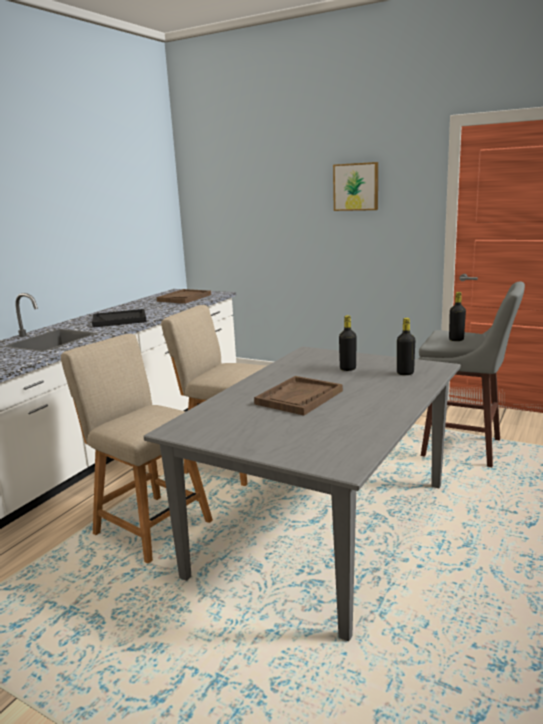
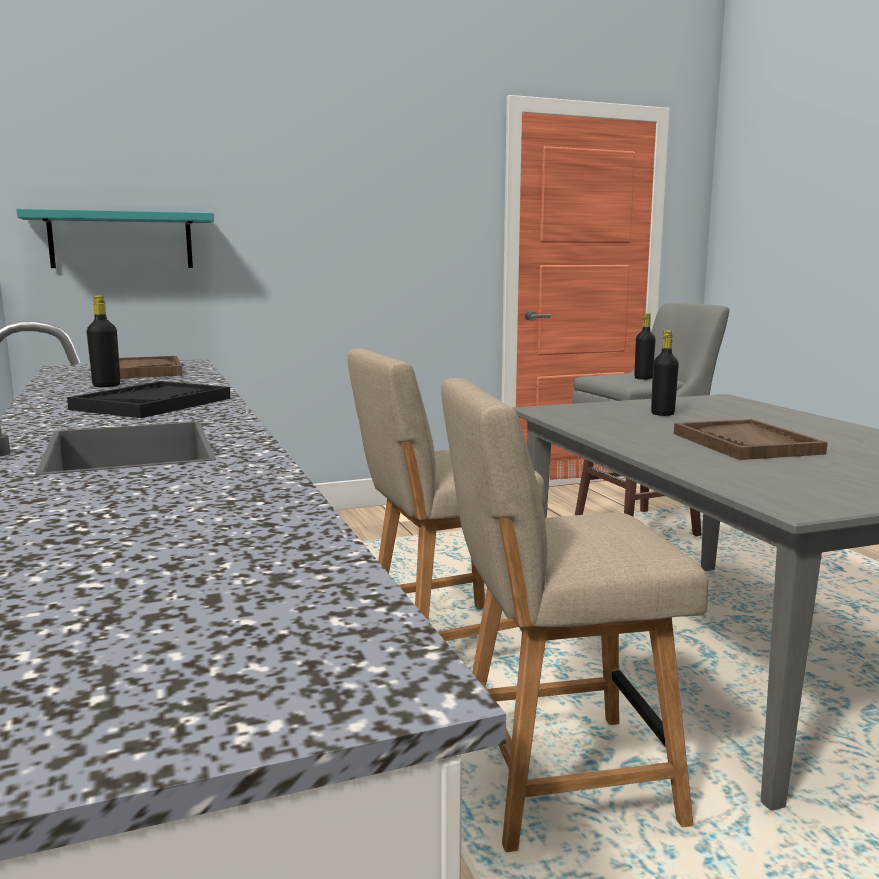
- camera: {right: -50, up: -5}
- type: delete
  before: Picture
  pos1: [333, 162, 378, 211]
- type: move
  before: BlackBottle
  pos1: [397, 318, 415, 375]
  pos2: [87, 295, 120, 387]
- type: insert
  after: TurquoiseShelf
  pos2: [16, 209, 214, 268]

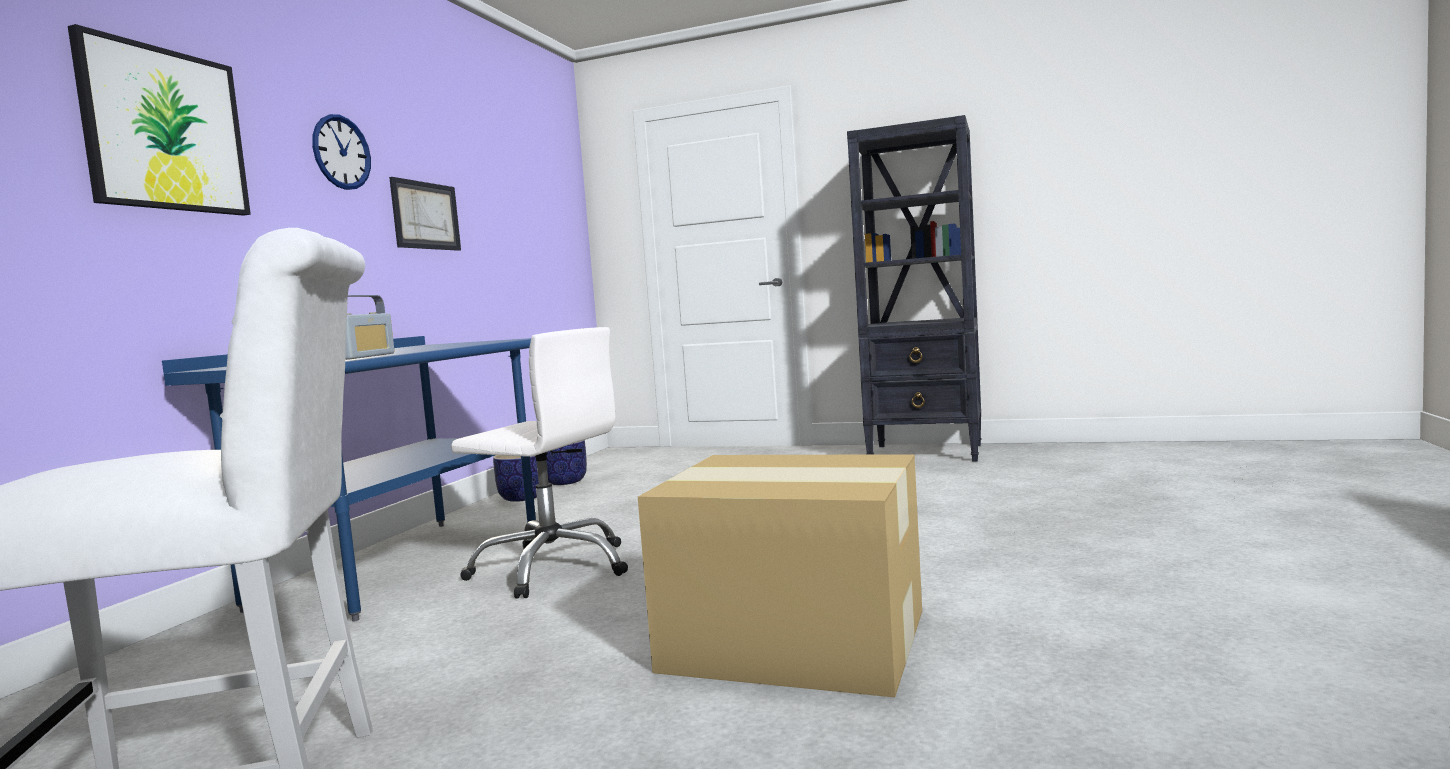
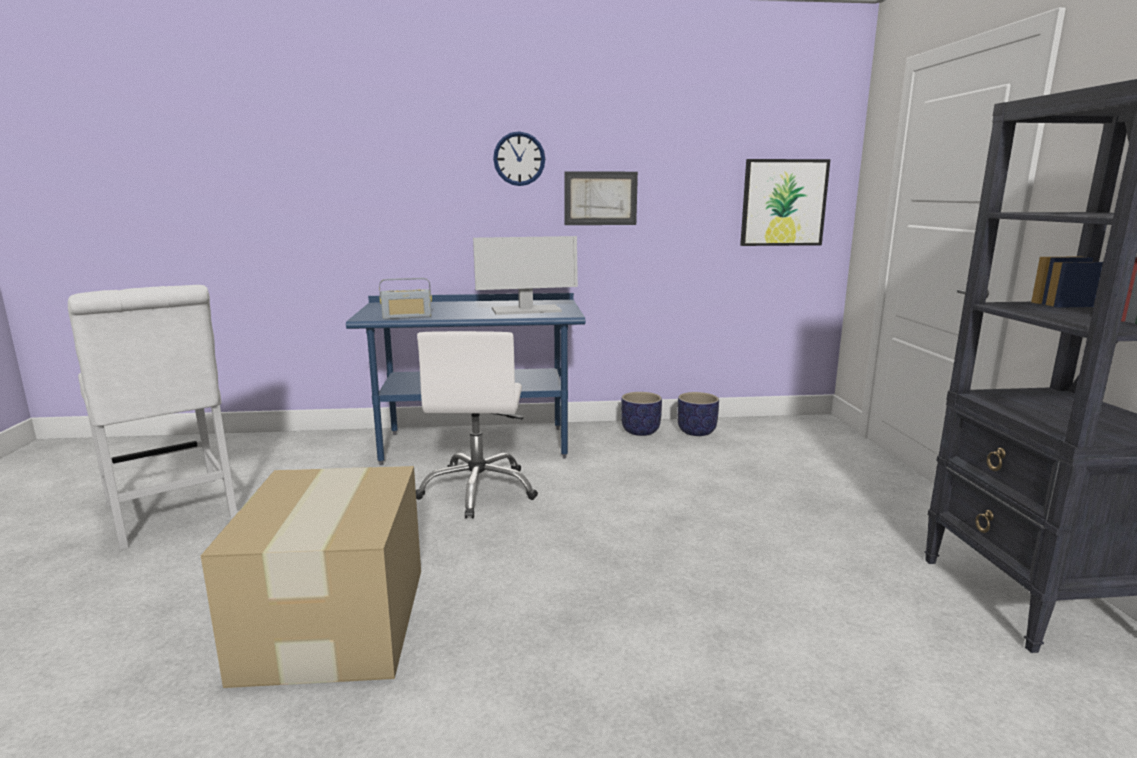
- camera: {right: 65, up: 10}
- type: move
  before: Picture
  pos1: [68, 24, 251, 216]
  pos2: [740, 159, 831, 246]
- type: insert
  after: Monitor
  pos2: [473, 236, 578, 315]

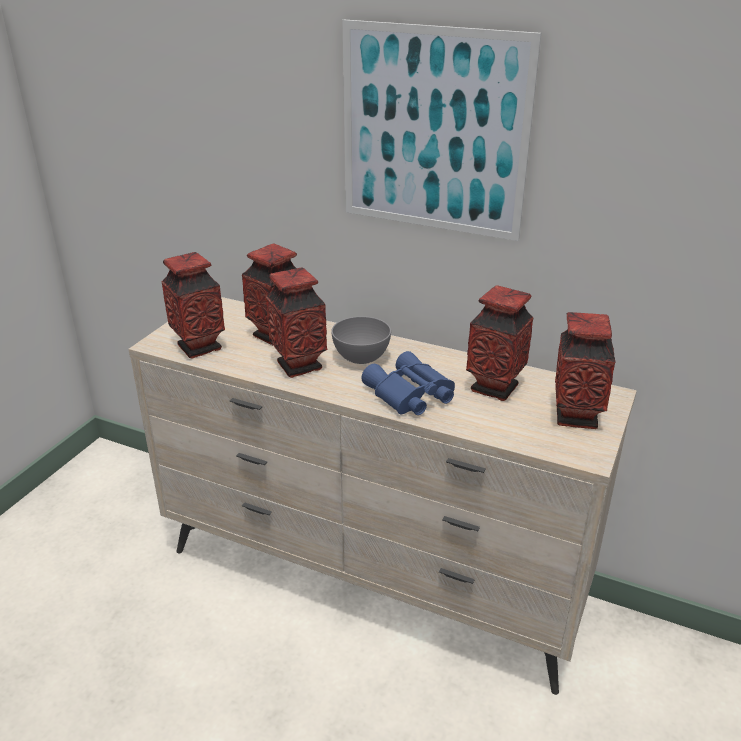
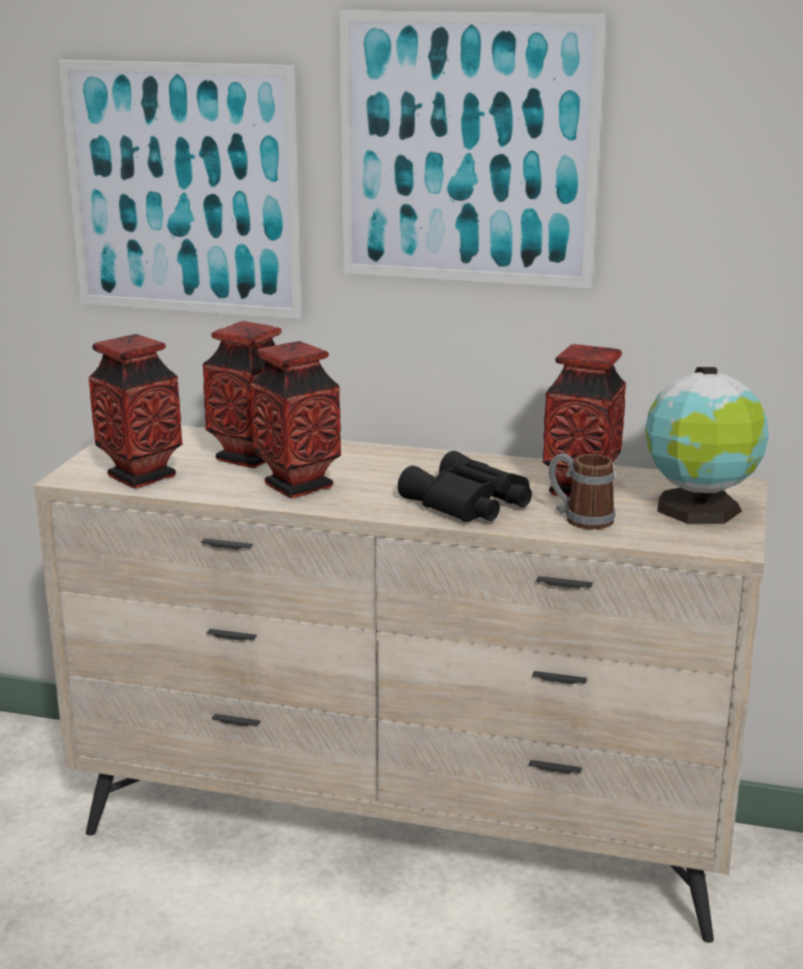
- camera: {right: -10, up: -10}
- type: delete
  before: GreyBowl
  pos1: [331, 316, 391, 364]
- type: recolor
  before: BlueBinoculars
  after: BlackBinoculars
  pos1: [361, 351, 455, 415]
  pos2: [398, 451, 532, 522]
- type: replace
  before: Vase
  after: Globe
  pos1: [555, 312, 616, 429]
  pos2: [645, 367, 769, 523]
- type: insert
  after: Picture
  pos2: [59, 60, 303, 319]
- type: insert
  after: Mug
  pos2: [549, 453, 615, 530]

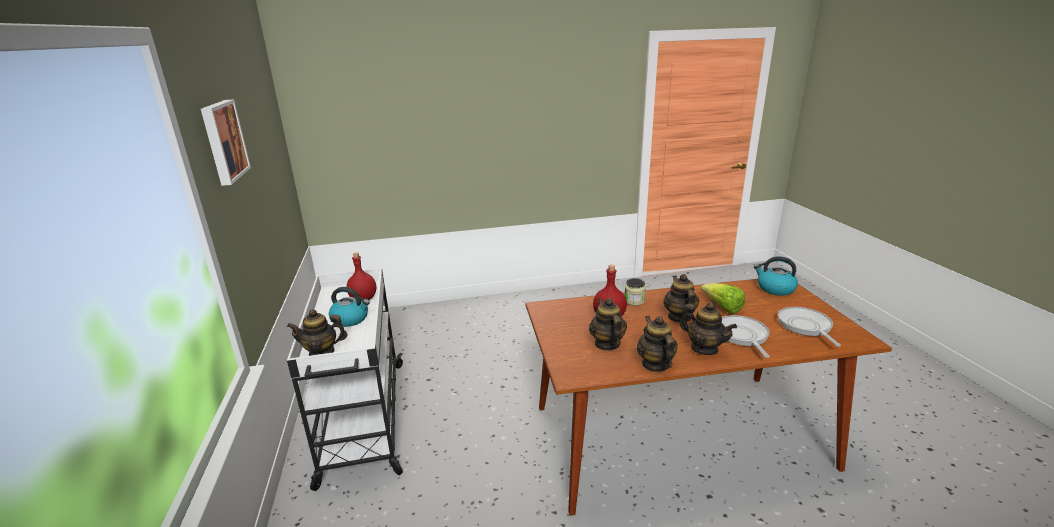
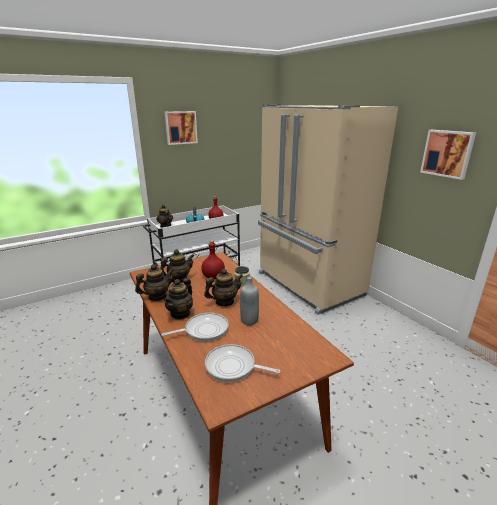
- camera: {right: 70, up: 0}
- type: replace
  before: Lettuce
  after: GreyBottle
  pos1: [701, 283, 745, 314]
  pos2: [240, 277, 259, 326]
- type: delete
  before: Kettle
  pos1: [754, 256, 798, 296]
- type: rotate
  before: FryingPan
  pos1: [778, 307, 841, 347]
  pos2: [205, 344, 280, 382]
  turn: -135
- type: insert
  after: BeigeFridge
  pos2: [258, 104, 398, 315]
- type: insert
  after: Picture
  pos2: [420, 130, 476, 180]

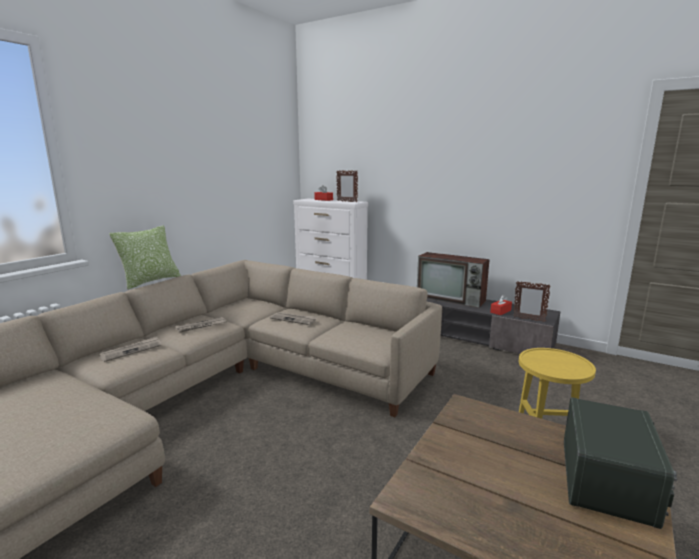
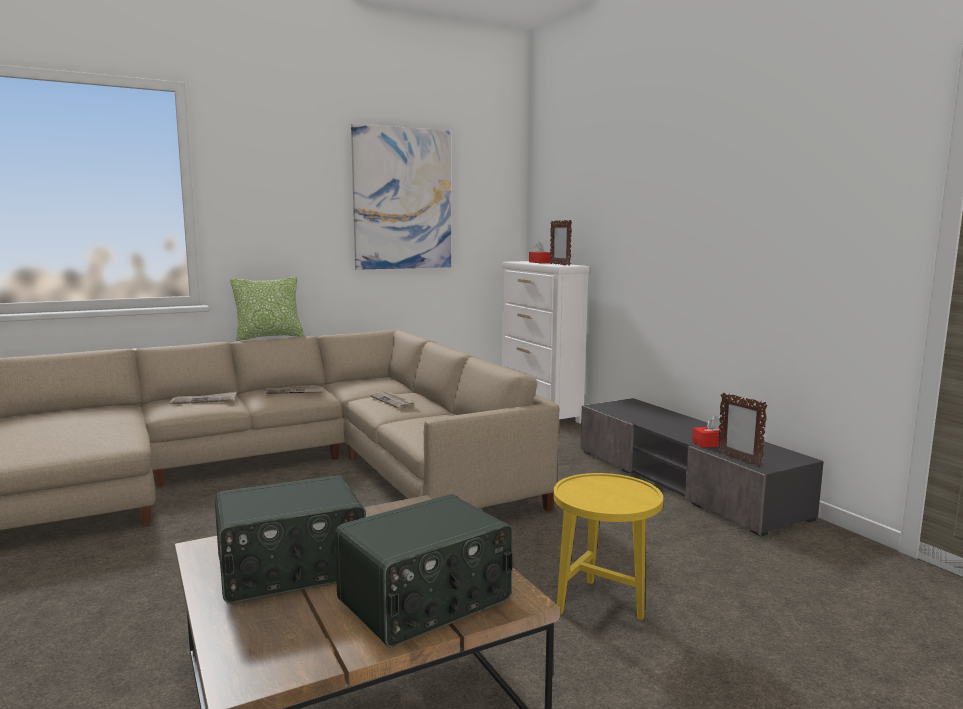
- camera: {right: 30, up: -5}
- type: delete
  before: Television
  pos1: [417, 252, 490, 308]
- type: insert
  after: Radio
  pos2: [215, 475, 366, 603]
- type: insert
  after: Picture
  pos2: [351, 123, 451, 270]

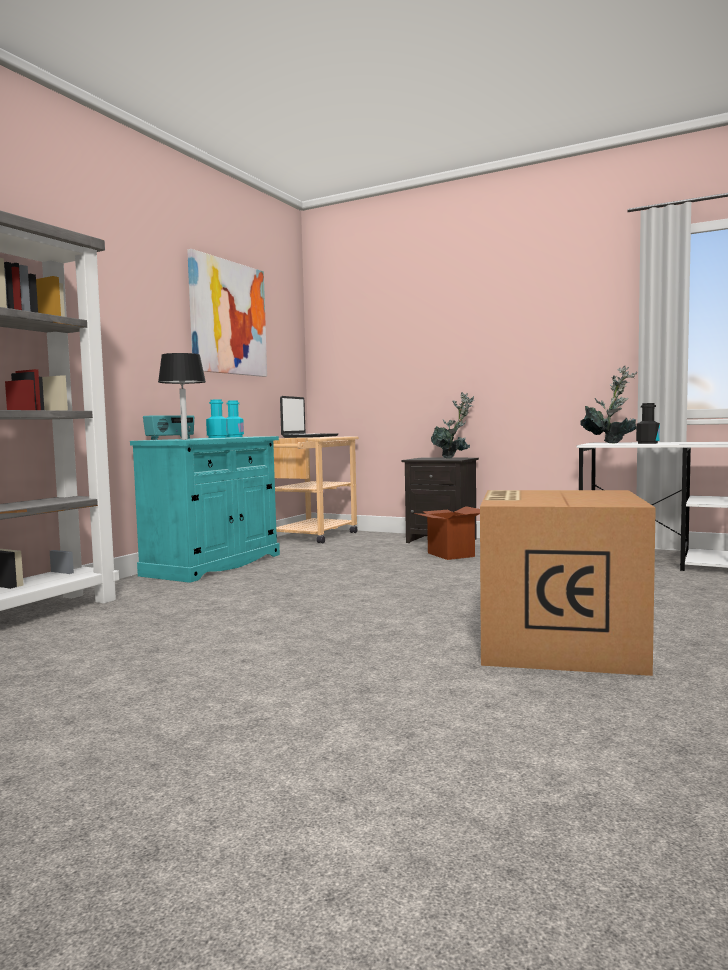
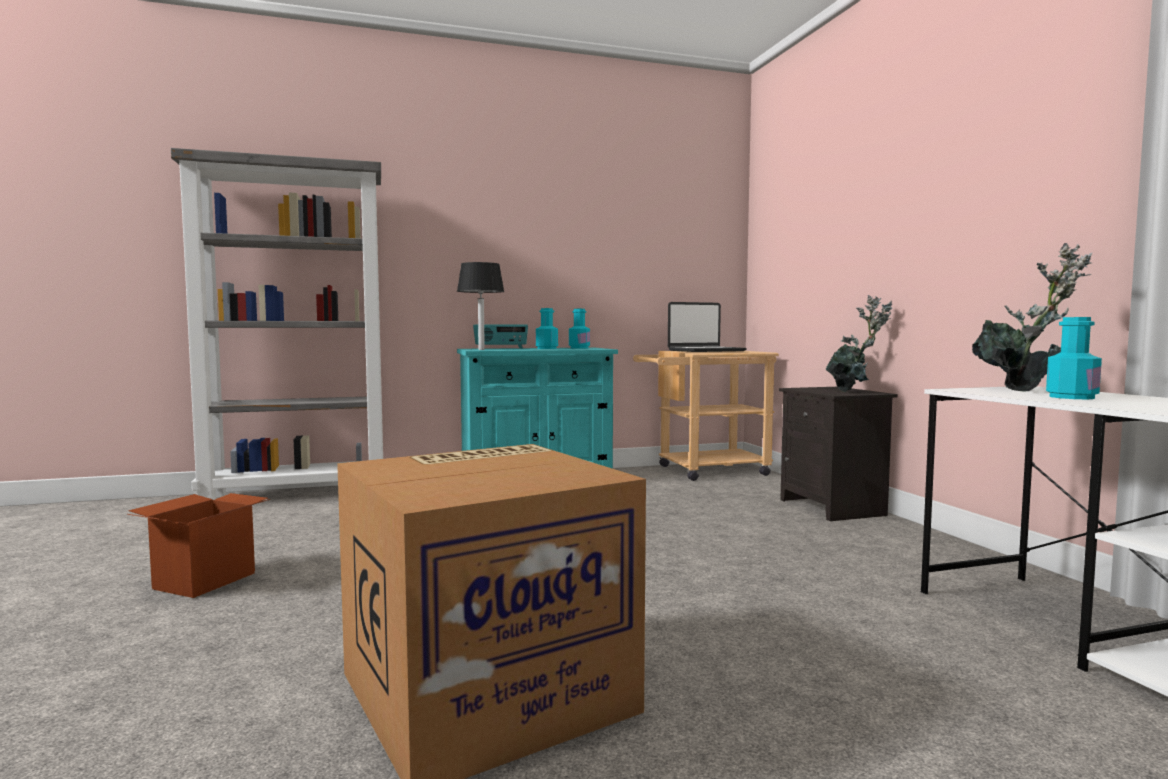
- camera: {right: 45, up: 0}
- type: delete
  before: Picture
  pos1: [187, 249, 267, 377]
- type: move
  before: CardboardBox
  pos1: [414, 506, 480, 560]
  pos2: [127, 493, 271, 598]
- type: recolor
  before: BlackBottle
  after: TurquoiseBottle
  pos1: [636, 403, 660, 444]
  pos2: [1046, 317, 1102, 399]

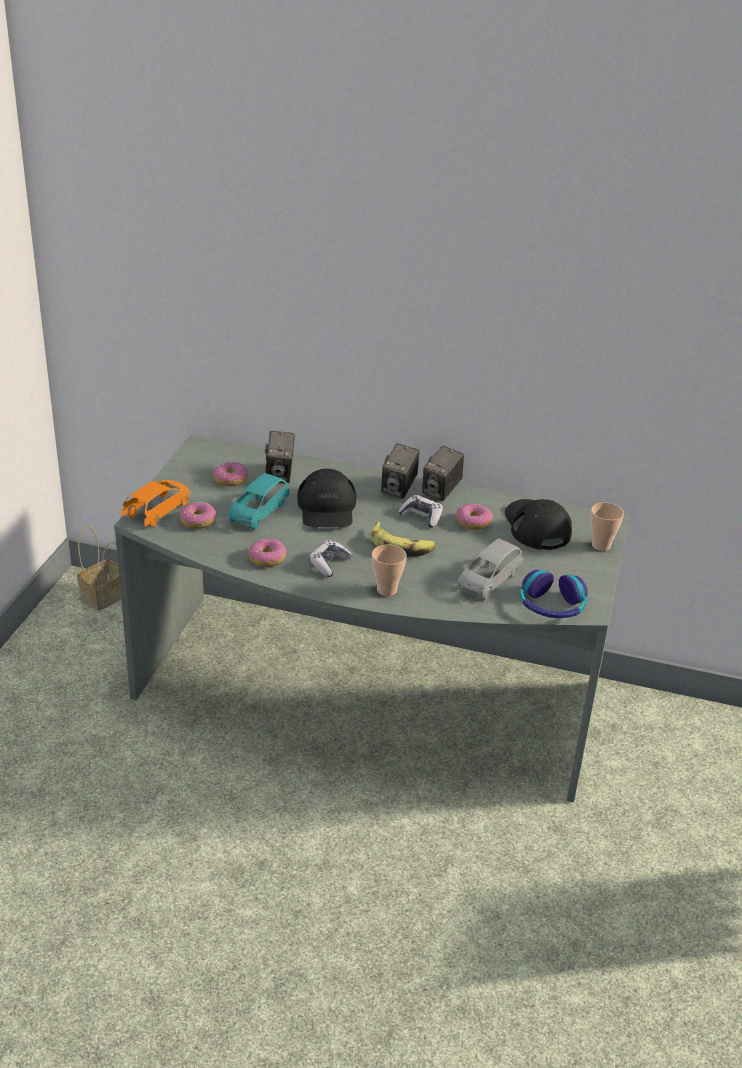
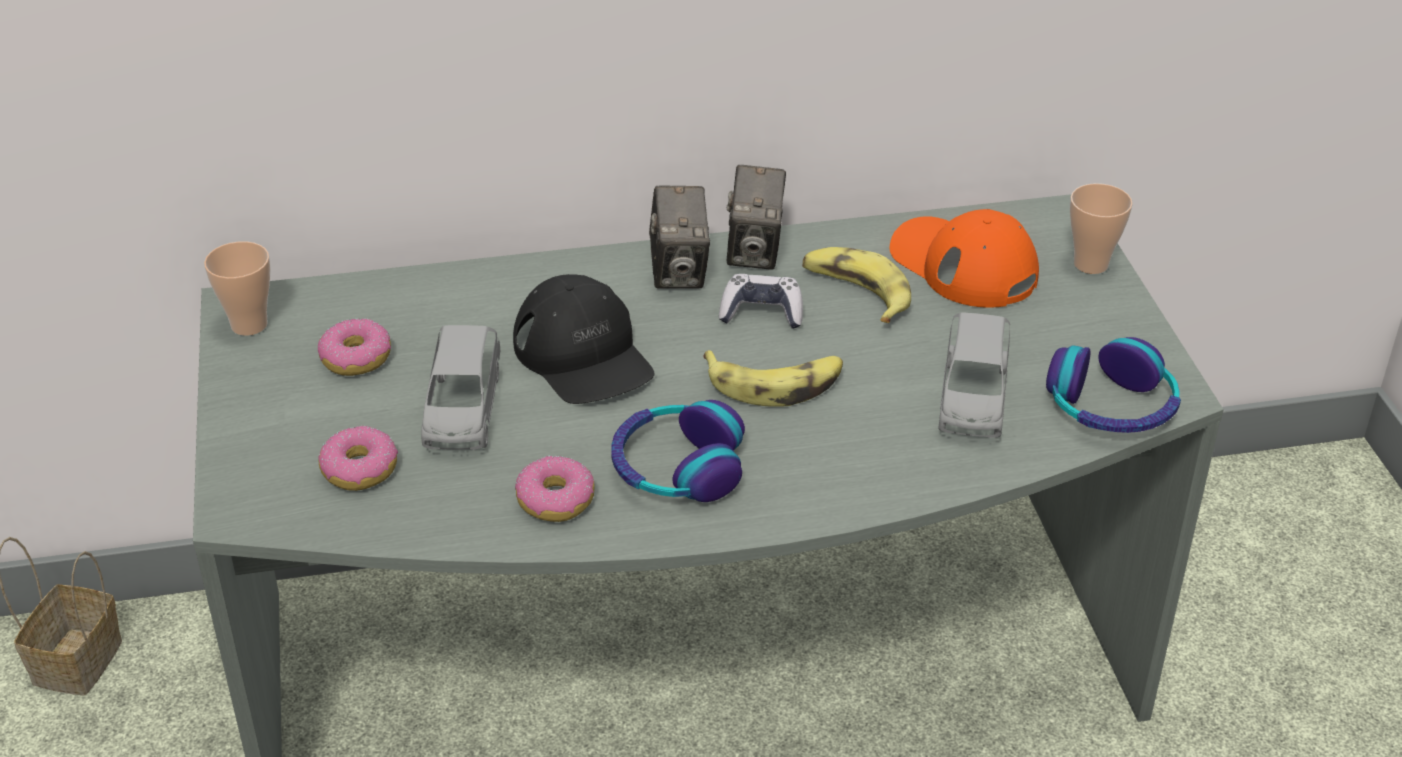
- camera: {right: -25, up: 5}
- type: delete
  before: OrangeToyCar
  pos1: [121, 480, 190, 527]
- type: recolor
  before: TurquoiseToyCar
  after: GreyToyCar
  pos1: [227, 473, 290, 530]
  pos2: [421, 325, 500, 450]
- type: delete
  before: PhotoCamera
  pos1: [265, 431, 295, 483]
- type: replace
  before: GameController
  after: Headphones
  pos1: [309, 540, 352, 577]
  pos2: [611, 400, 745, 502]
- type: move
  before: Cup
  pos1: [372, 545, 407, 596]
  pos2: [204, 241, 270, 336]
- type: replace
  before: Donut
  after: Banana
  pos1: [456, 503, 493, 530]
  pos2: [802, 247, 911, 323]
- type: recolor
  before: BlackCap
  after: OrangeCap
  pos1: [504, 499, 572, 550]
  pos2: [890, 209, 1039, 308]

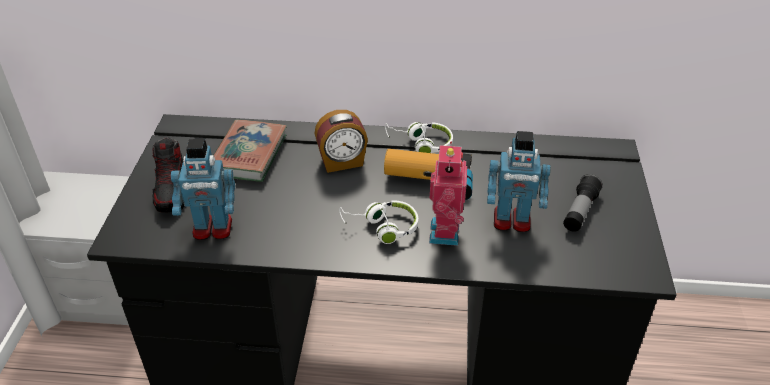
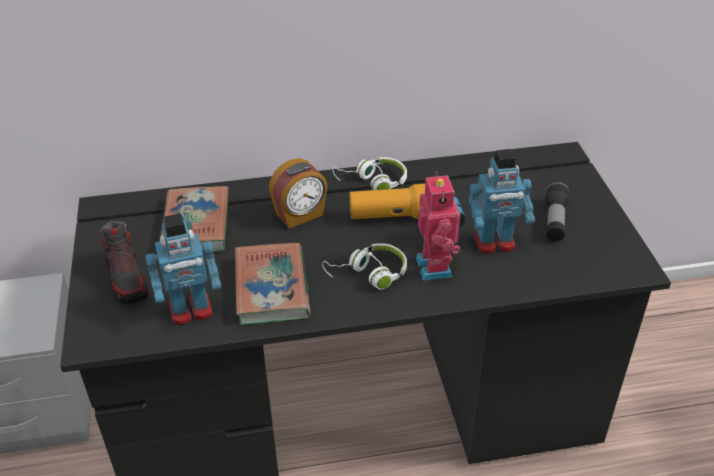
- camera: {right: -15, up: 0}
- type: insert
  after: Book
  pos2: [235, 243, 310, 325]

